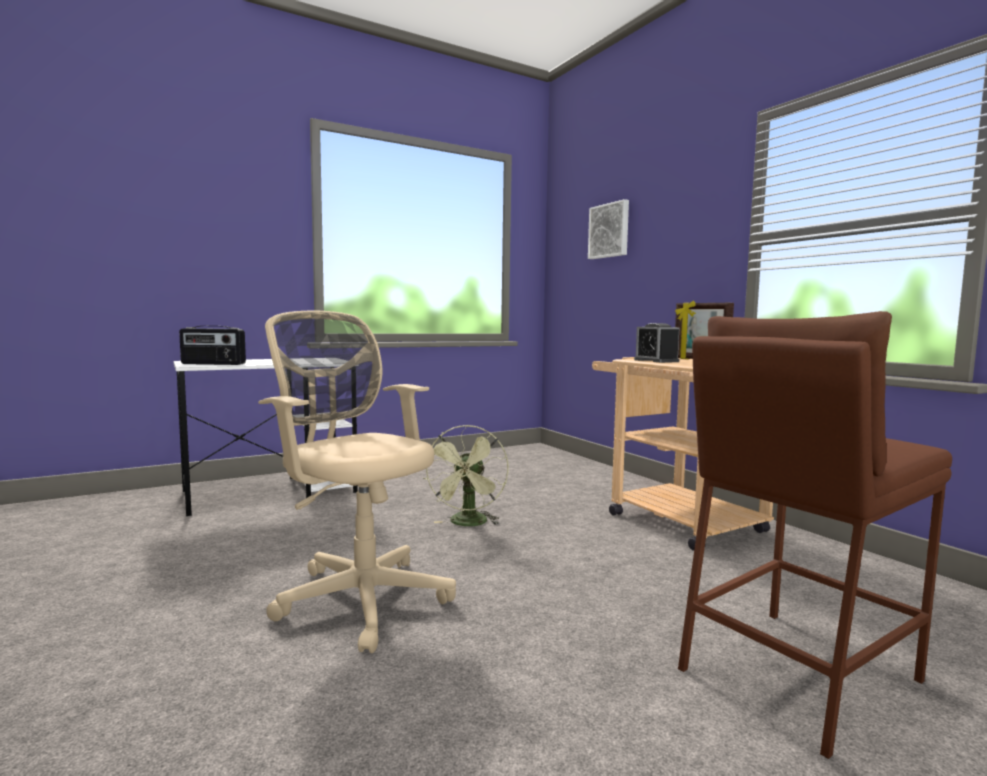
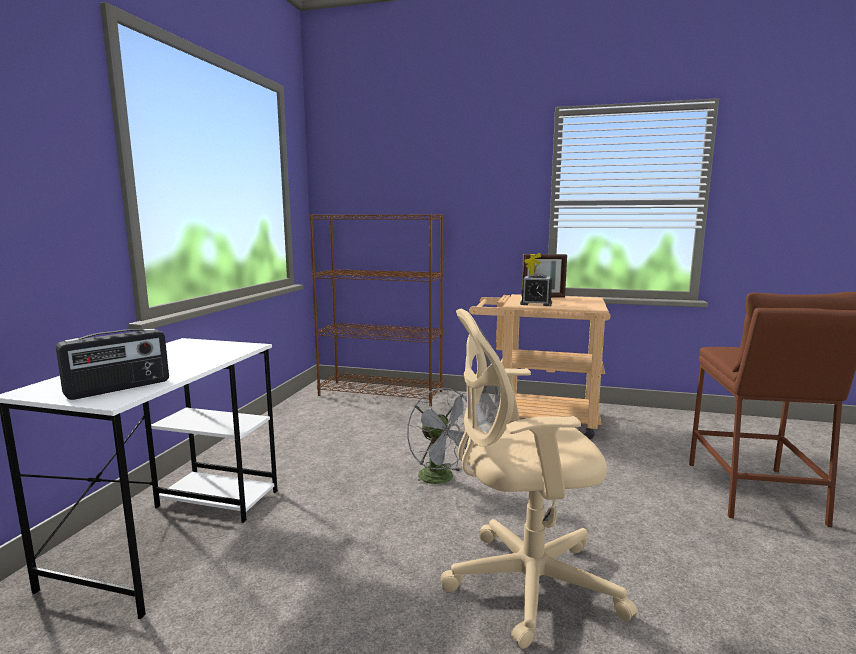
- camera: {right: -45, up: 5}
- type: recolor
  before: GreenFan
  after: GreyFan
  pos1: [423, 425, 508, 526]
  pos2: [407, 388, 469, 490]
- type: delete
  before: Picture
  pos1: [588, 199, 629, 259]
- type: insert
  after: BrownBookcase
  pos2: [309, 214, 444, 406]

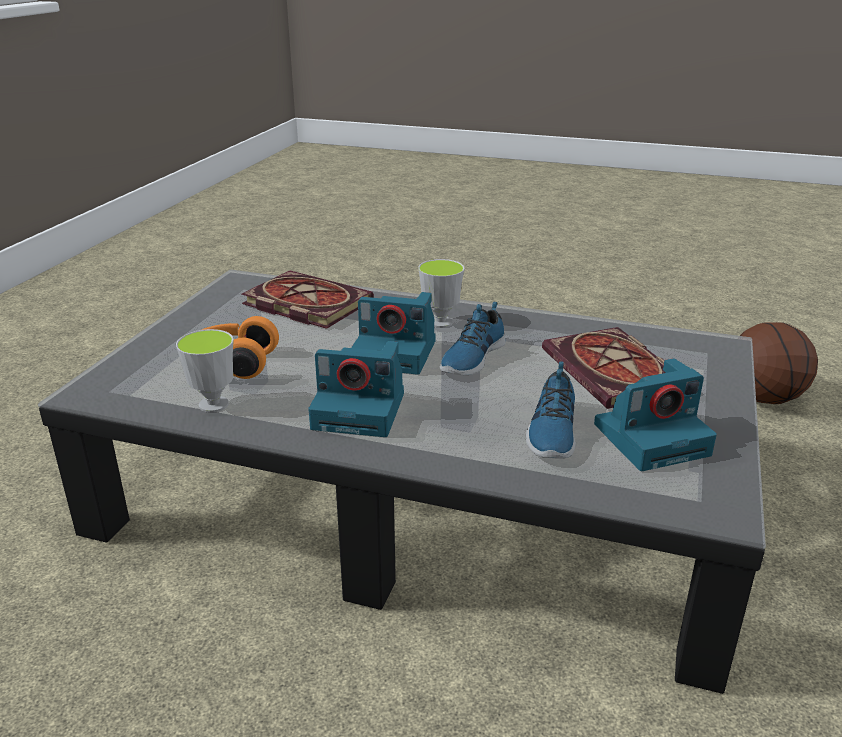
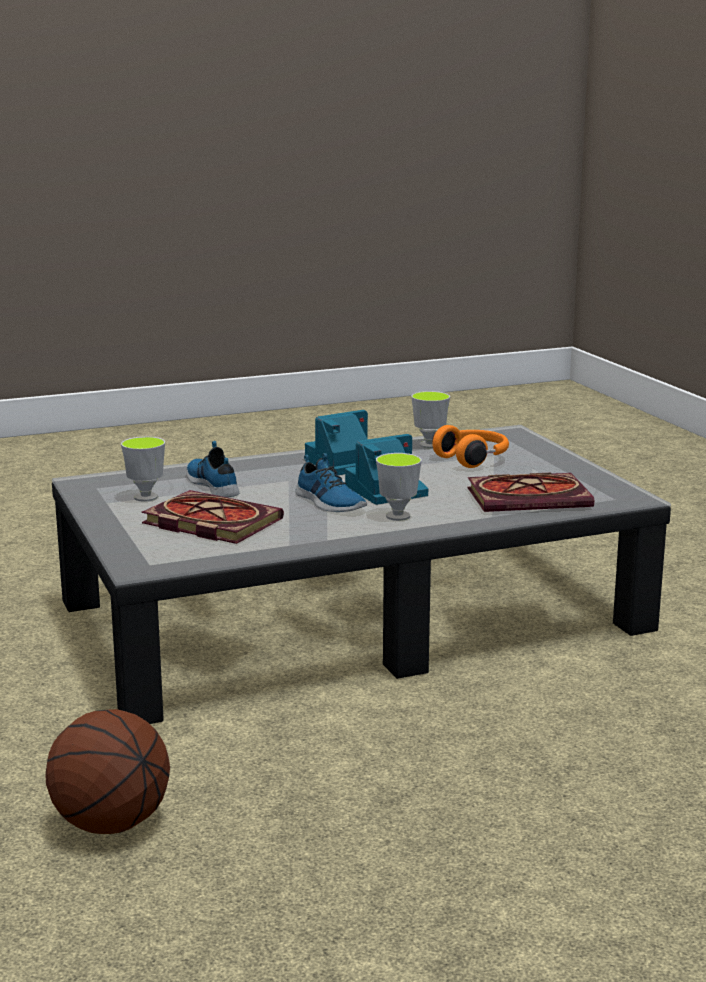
- camera: {right: 140, up: -10}
- type: rotate
  before: Shoe
  pos1: [440, 302, 506, 375]
  pos2: [295, 453, 367, 512]
  turn: 150
- type: replace
  before: PhotoCamera
  after: Cup
  pos1: [594, 358, 717, 471]
  pos2: [121, 436, 165, 502]

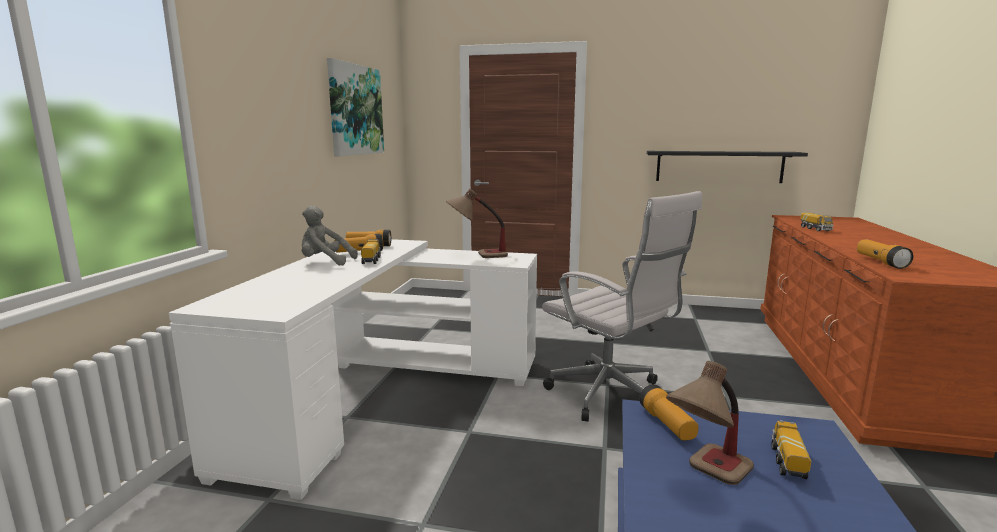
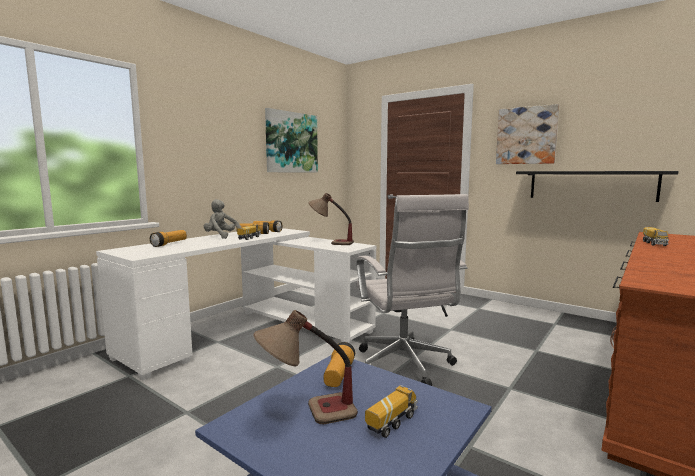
- camera: {right: 25, up: -5}
- type: move
  before: Flashlight
  pos1: [857, 239, 914, 269]
  pos2: [150, 230, 187, 247]
- type: insert
  after: Picture
  pos2: [496, 104, 559, 164]

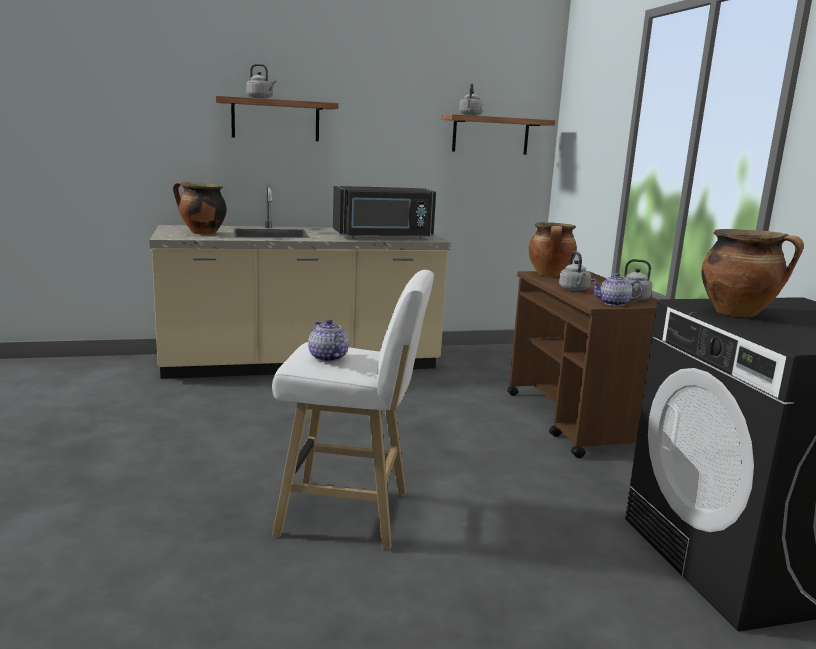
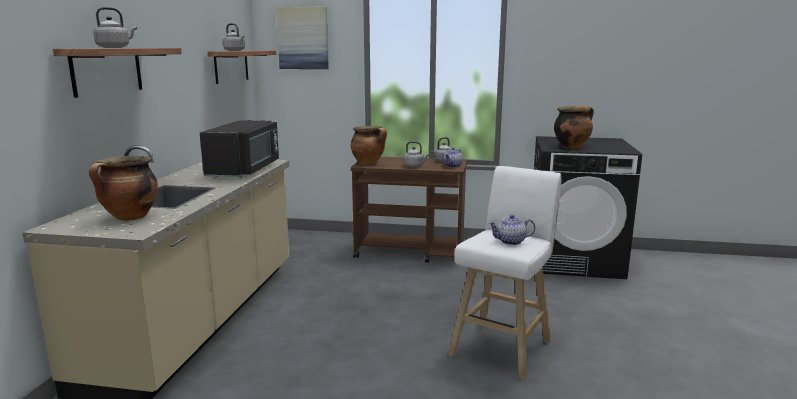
- camera: {right: -65, up: 0}
- type: insert
  after: Picture
  pos2: [276, 7, 329, 69]

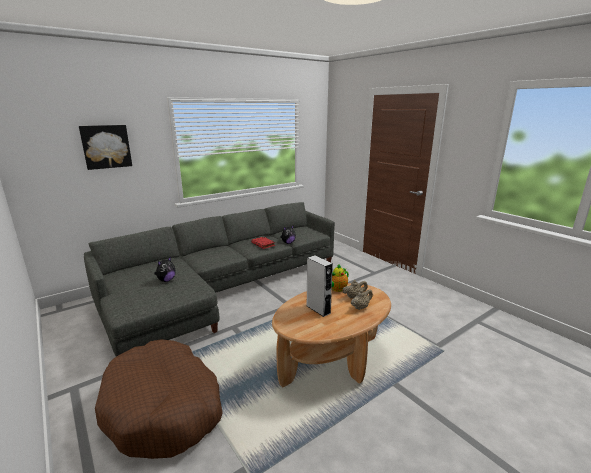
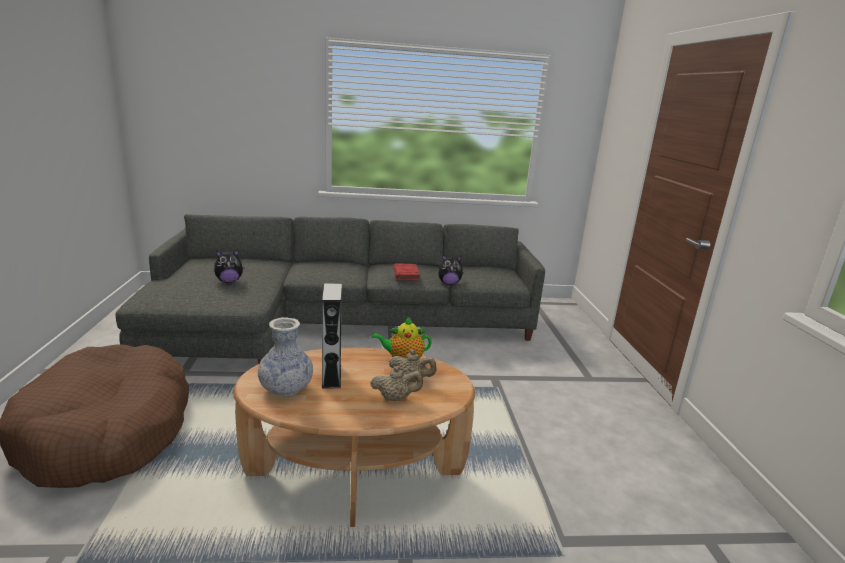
- camera: {right: 30, up: 0}
- type: delete
  before: Picture
  pos1: [79, 125, 132, 170]
- type: insert
  after: Vase
  pos2: [258, 317, 313, 396]

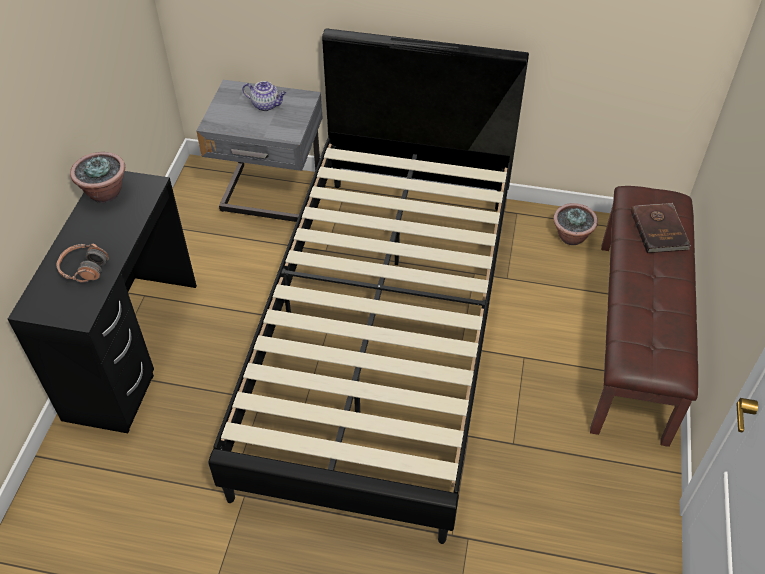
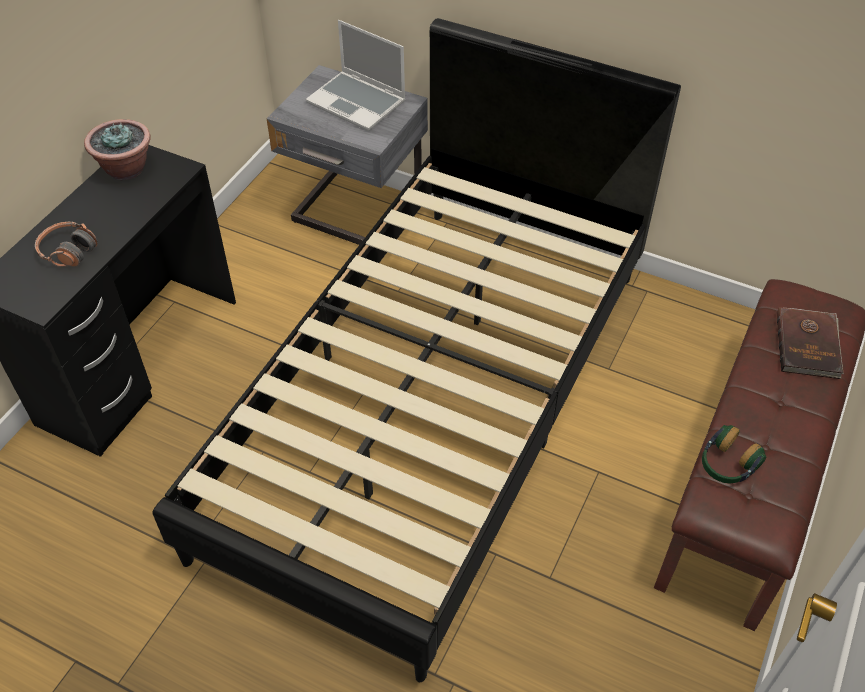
- camera: {right: 15, up: 0}
- type: replace
  before: Teapot
  after: Laptop
  pos1: [242, 81, 286, 111]
  pos2: [305, 20, 406, 131]
- type: delete
  before: PottedPlant
  pos1: [553, 203, 598, 245]
- type: insert
  after: Headphones
  pos2: [702, 425, 766, 484]

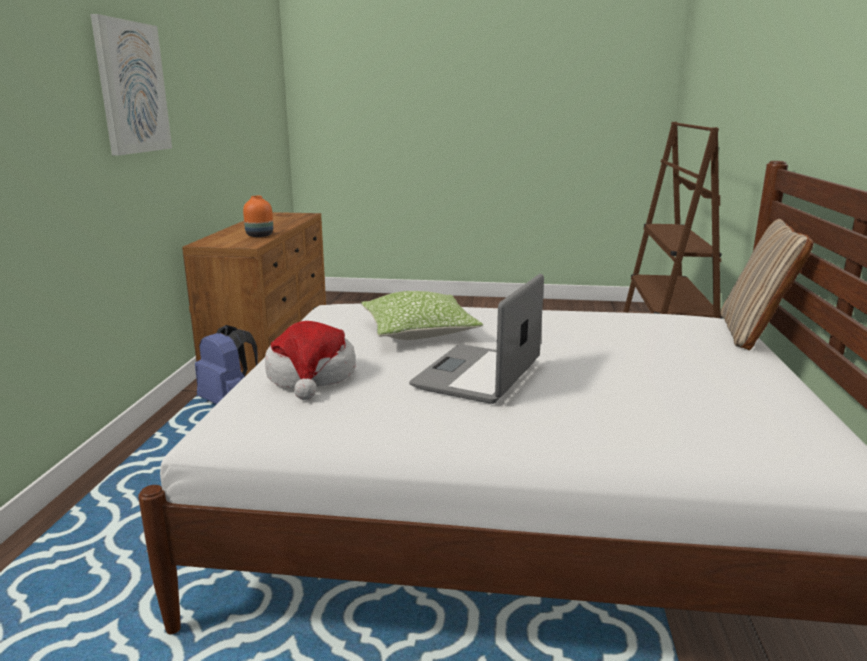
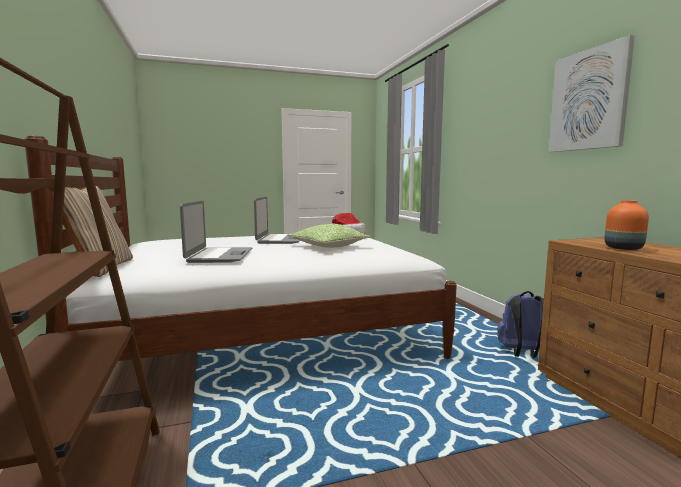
- camera: {right: 155, up: -10}
- type: insert
  after: Laptop
  pos2: [180, 201, 252, 263]

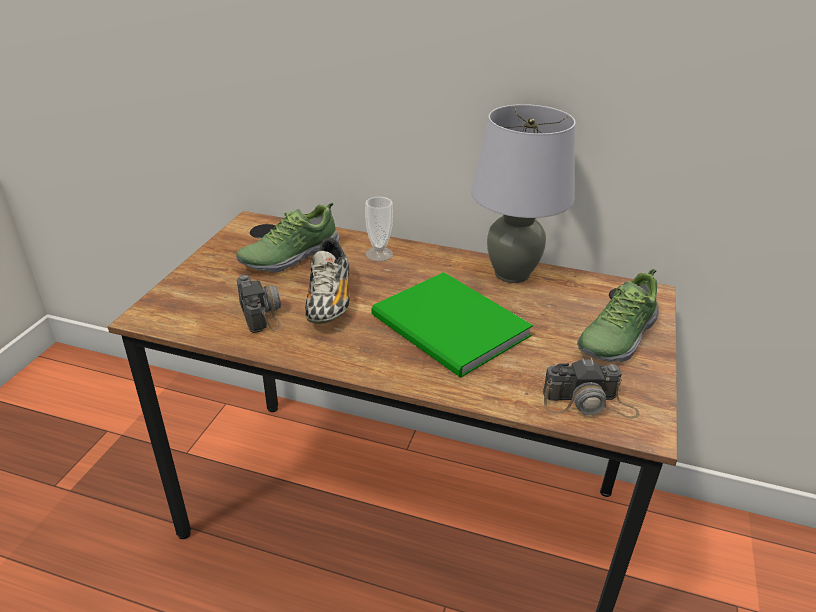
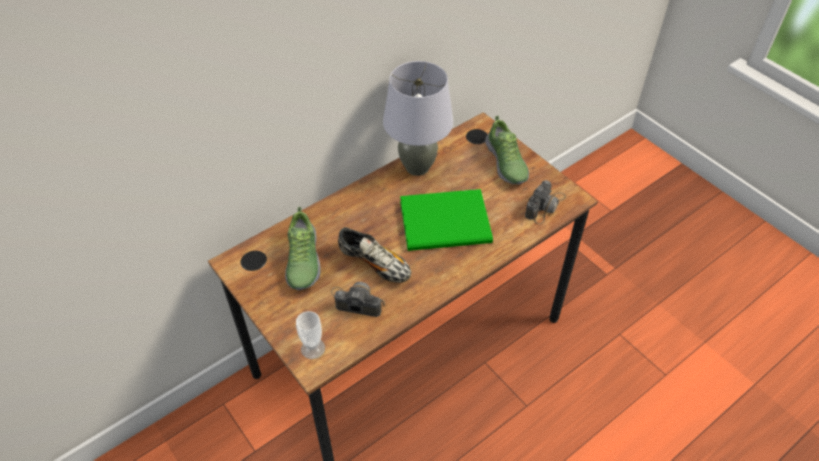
- camera: {right: -55, up: 15}
- type: move
  before: Cup
  pos1: [365, 197, 393, 261]
  pos2: [296, 311, 325, 359]

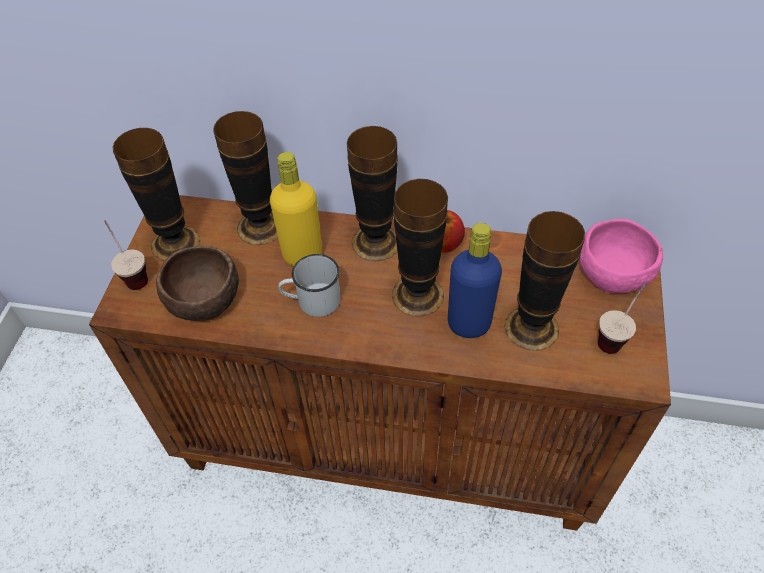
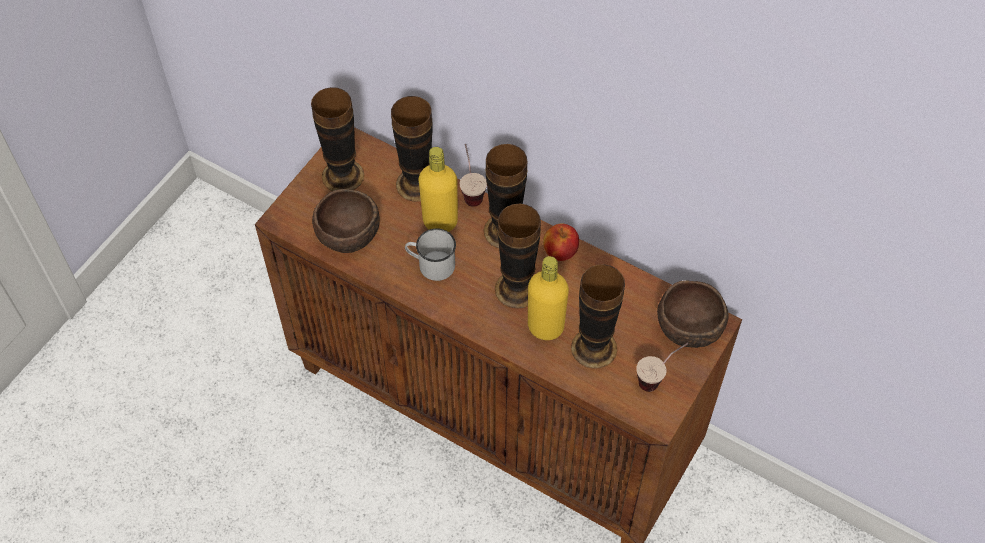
- camera: {right: 20, up: 5}
- type: move
  before: Cup
  pos1: [104, 220, 148, 290]
  pos2: [460, 144, 487, 207]
- type: recolor
  before: BlueBottle
  after: YellowBottle
  pos1: [448, 223, 502, 338]
  pos2: [528, 256, 569, 340]
- type: recolor
  before: PinkBowl
  after: BrownBowl
  pos1: [579, 219, 663, 293]
  pos2: [657, 280, 729, 348]

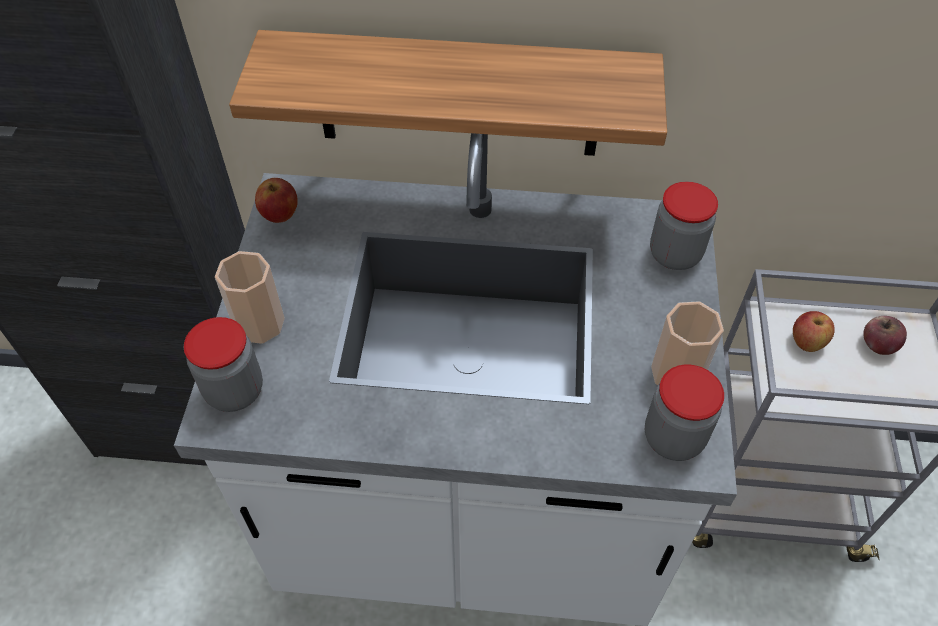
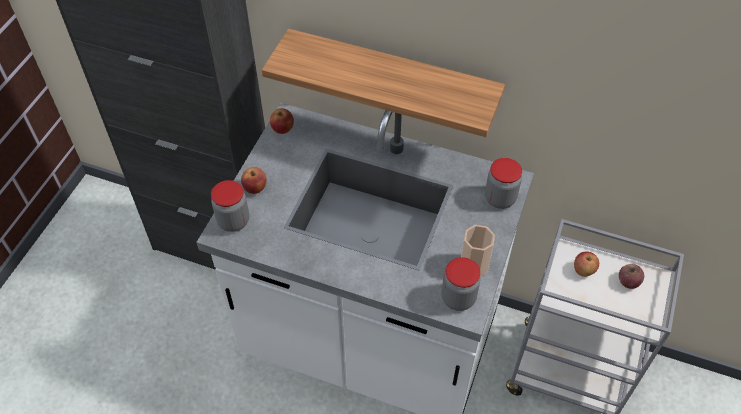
- camera: {right: 15, up: 0}
- type: replace
  before: Cup
  after: Apple
  pos1: [215, 251, 285, 344]
  pos2: [241, 167, 267, 194]

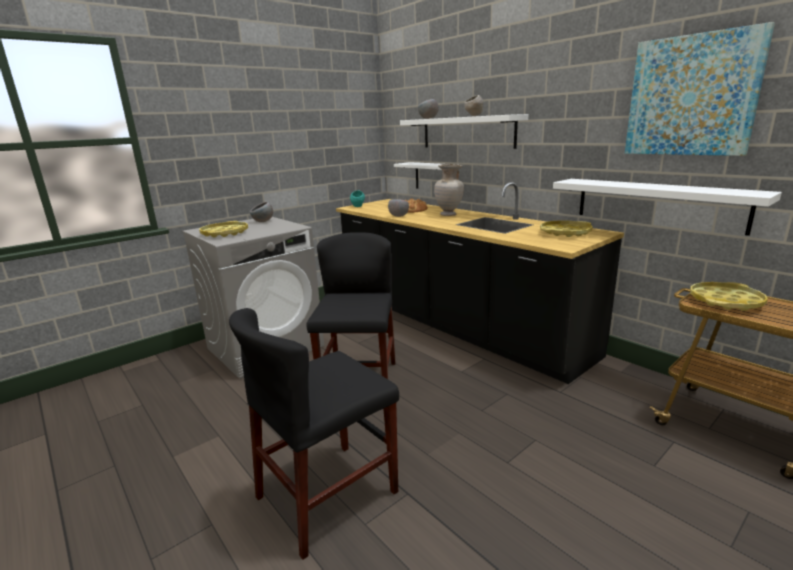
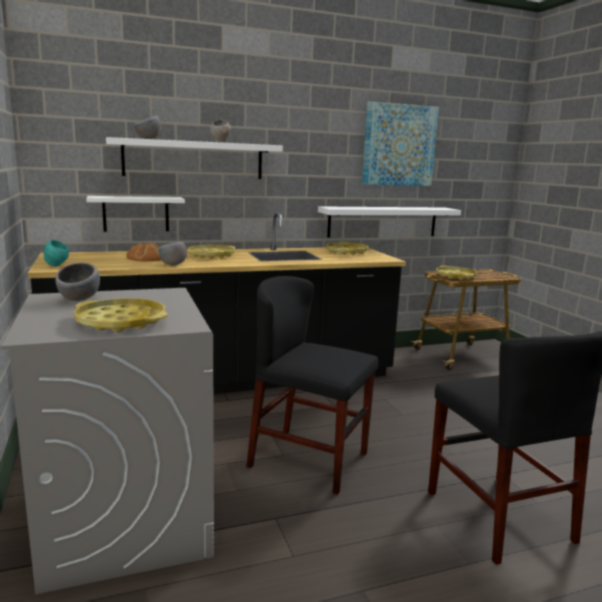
- camera: {right: -70, up: -5}
- type: replace
  before: BeigeVase
  after: YellowTray
  pos1: [434, 164, 464, 216]
  pos2: [187, 245, 235, 259]

